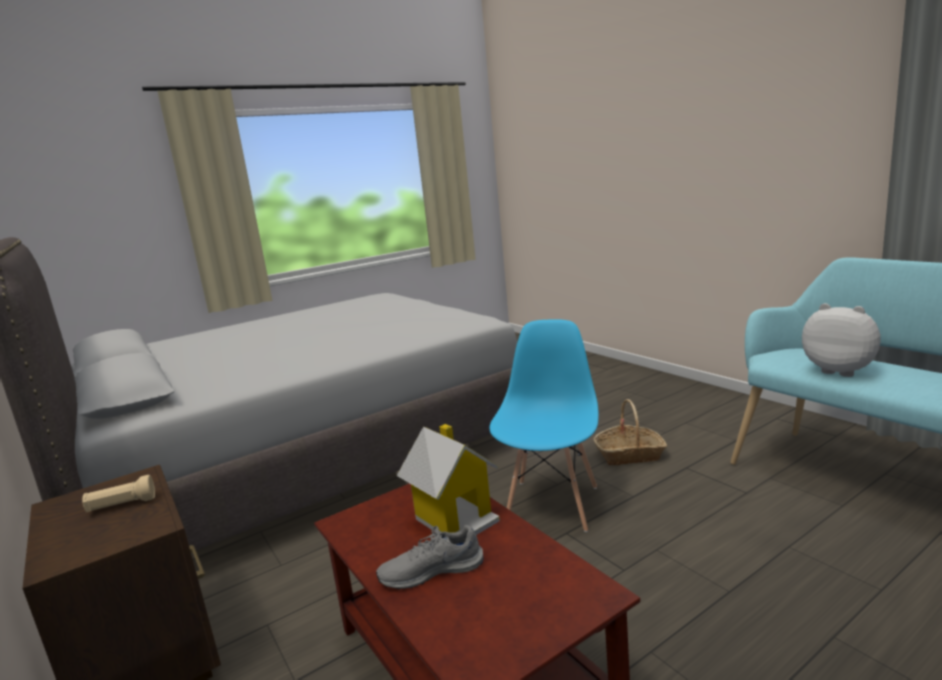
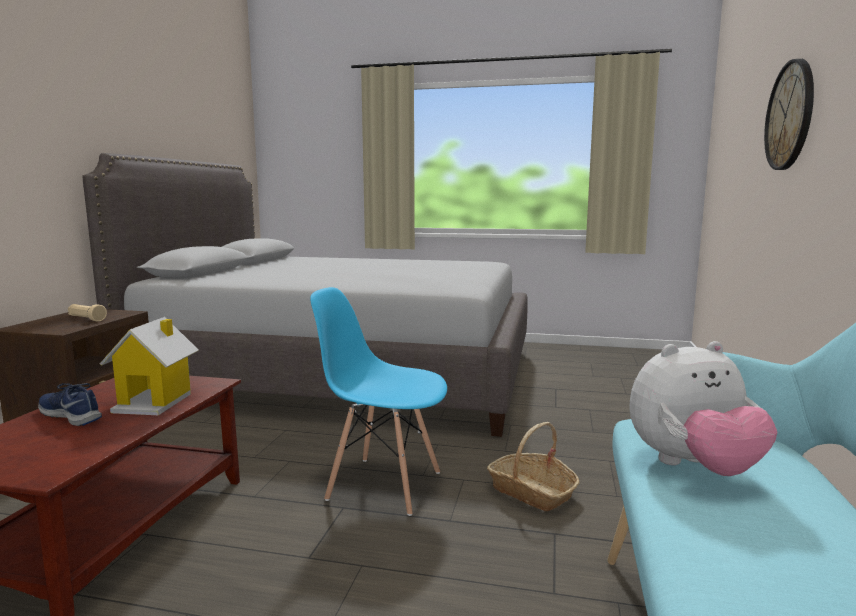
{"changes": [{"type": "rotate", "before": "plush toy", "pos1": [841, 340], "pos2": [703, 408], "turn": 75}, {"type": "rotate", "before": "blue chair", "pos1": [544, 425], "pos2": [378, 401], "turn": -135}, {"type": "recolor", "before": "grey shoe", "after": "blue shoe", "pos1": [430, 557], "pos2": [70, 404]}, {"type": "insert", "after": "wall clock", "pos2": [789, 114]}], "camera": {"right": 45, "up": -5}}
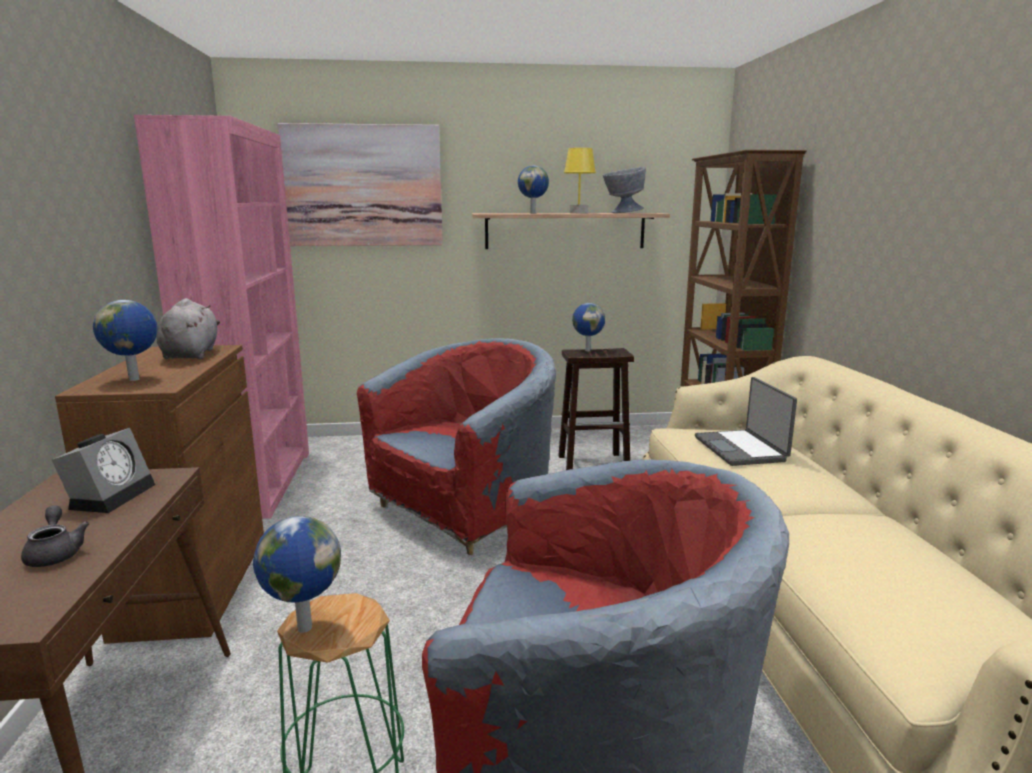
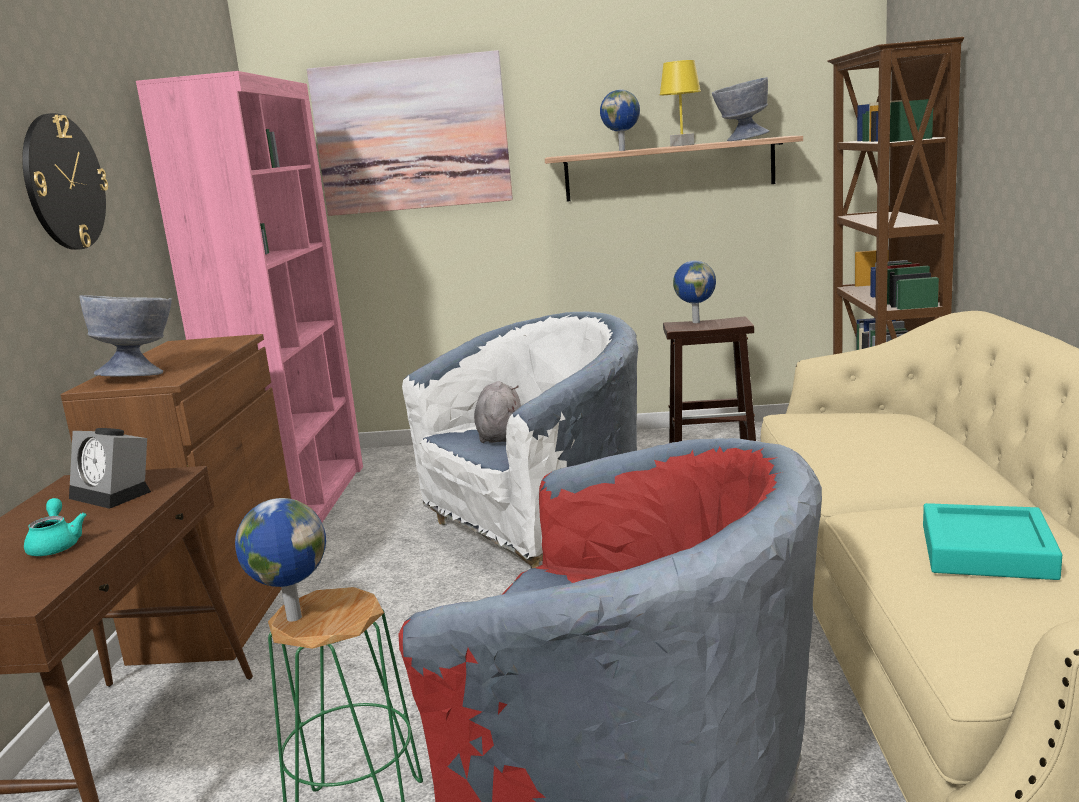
{"changes": [{"type": "move", "before": "grey plush toy", "pos1": [188, 328], "pos2": [497, 412]}, {"type": "replace", "before": "globe", "after": "grey bowl", "pos1": [125, 340], "pos2": [125, 336]}, {"type": "recolor", "before": "red armchair", "after": "white armchair", "pos1": [456, 446], "pos2": [520, 439]}, {"type": "delete", "before": "laptop", "pos1": [746, 421]}, {"type": "rotate", "before": "alarm clock", "pos1": [103, 470], "pos2": [110, 468], "turn": 105}, {"type": "recolor", "before": "grey teapot", "after": "turquoise teapot", "pos1": [55, 536], "pos2": [55, 527]}, {"type": "insert", "after": "wall clock", "pos2": [65, 181]}, {"type": "insert", "after": "turquoise tray", "pos2": [992, 541]}], "camera": {"right": 10, "up": 0}}
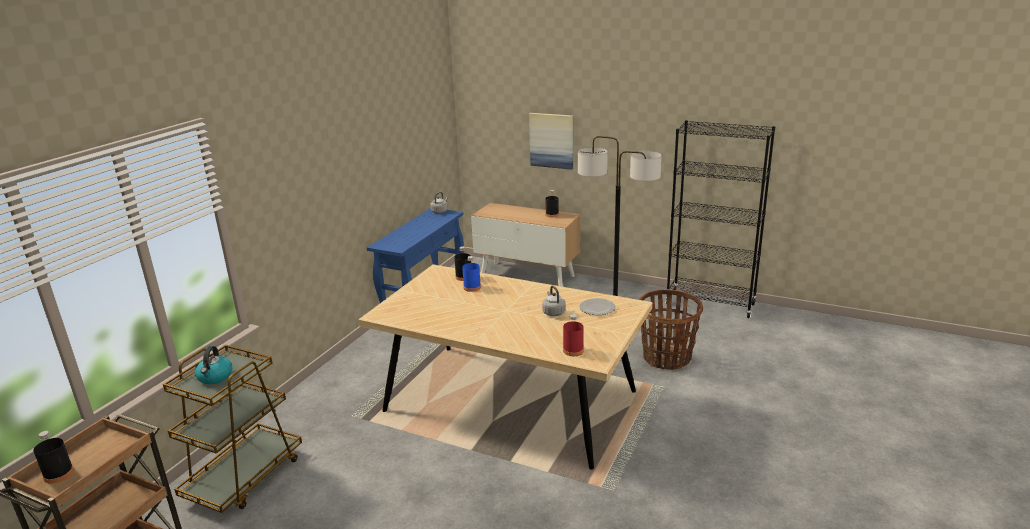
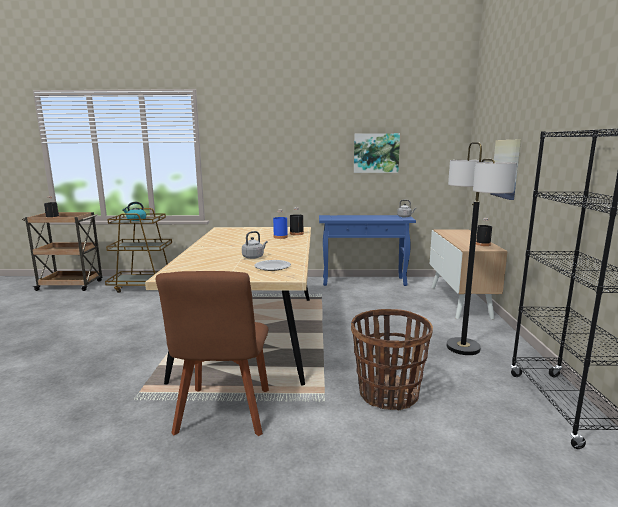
{"changes": [{"type": "delete", "before": "red bottle", "pos1": [573, 335]}, {"type": "insert", "after": "picture", "pos2": [377, 153]}, {"type": "insert", "after": "brown chair", "pos2": [212, 353]}], "camera": {"right": 65, "up": -10}}
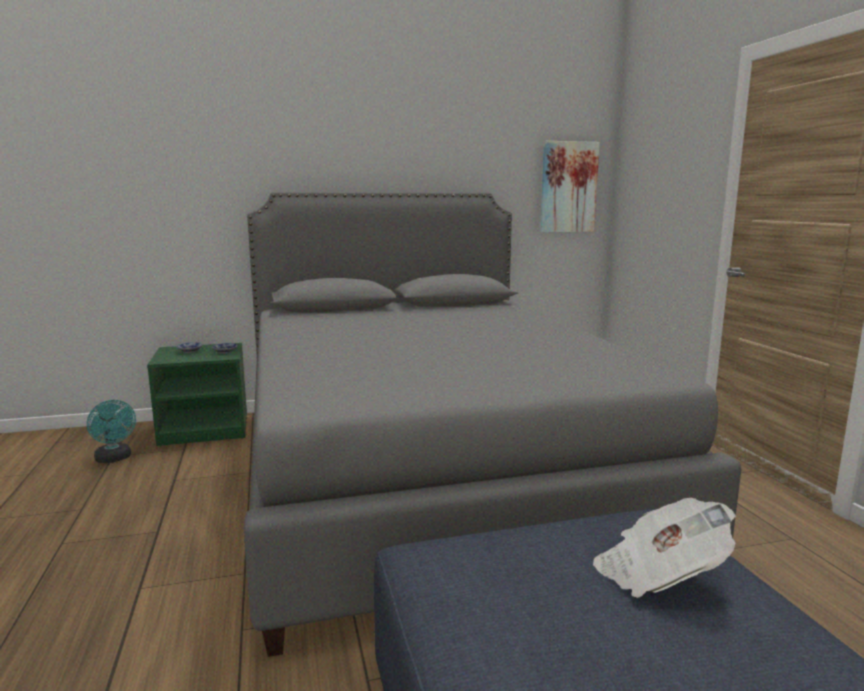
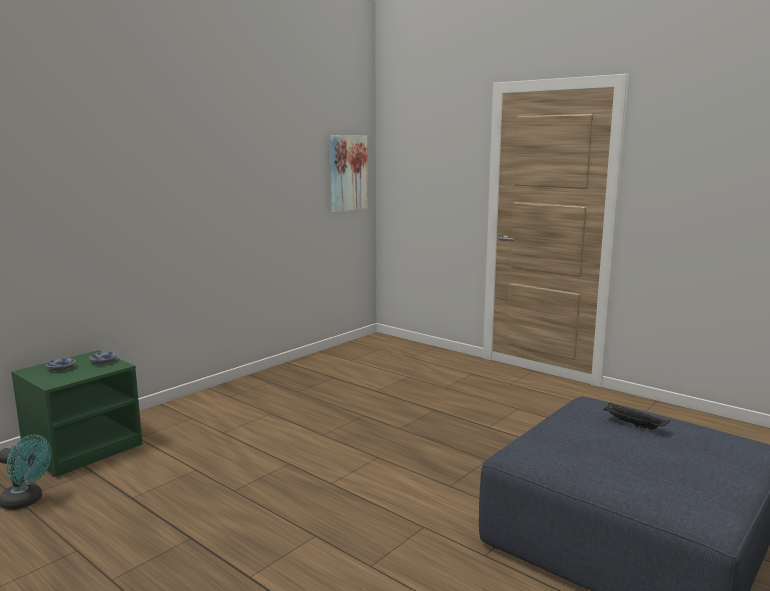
{"changes": [{"type": "delete", "before": "grey bed", "pos1": [492, 424]}, {"type": "replace", "before": "newspaper", "after": "black tray", "pos1": [664, 548], "pos2": [636, 416]}], "camera": {"right": -35, "up": 0}}
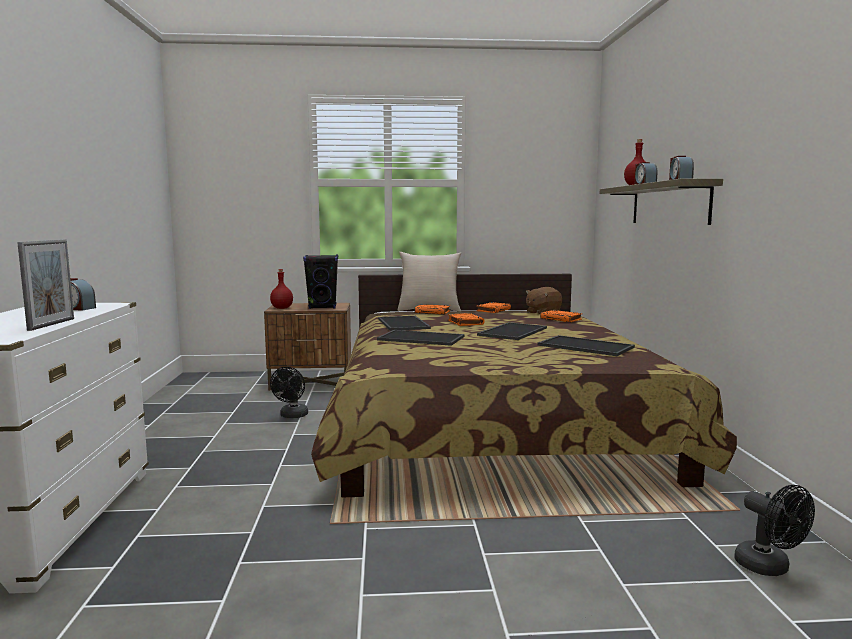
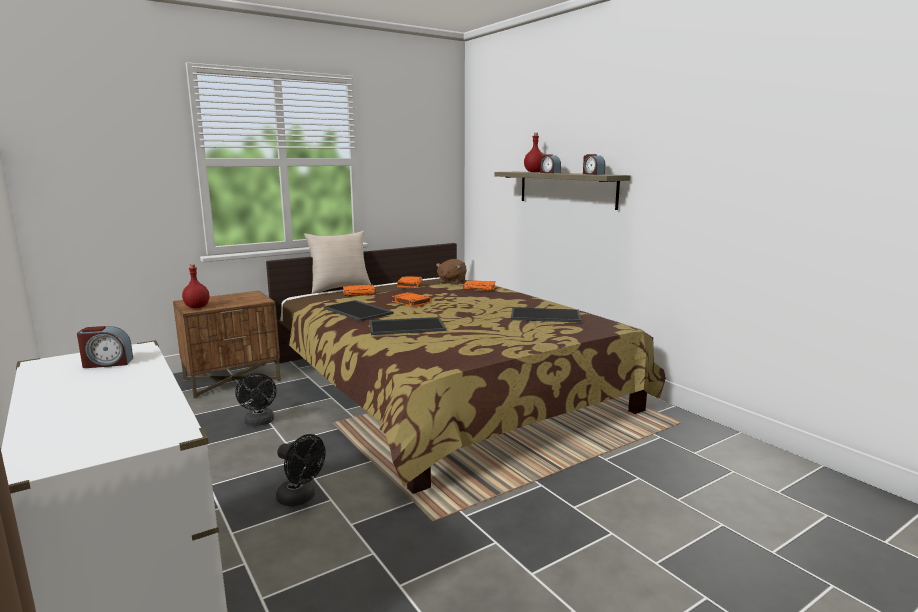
{"changes": [{"type": "delete", "before": "picture frame", "pos1": [45, 285]}, {"type": "delete", "before": "black speaker", "pos1": [320, 282]}, {"type": "delete", "before": "tray", "pos1": [512, 331]}, {"type": "move", "before": "black fan", "pos1": [774, 530], "pos2": [301, 470]}], "camera": {"right": -30, "up": 5}}
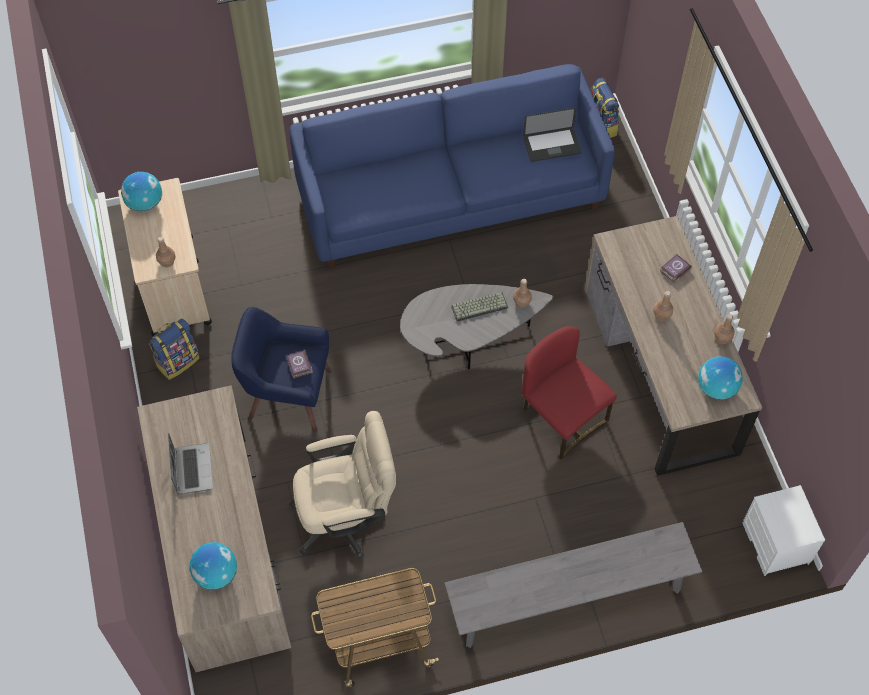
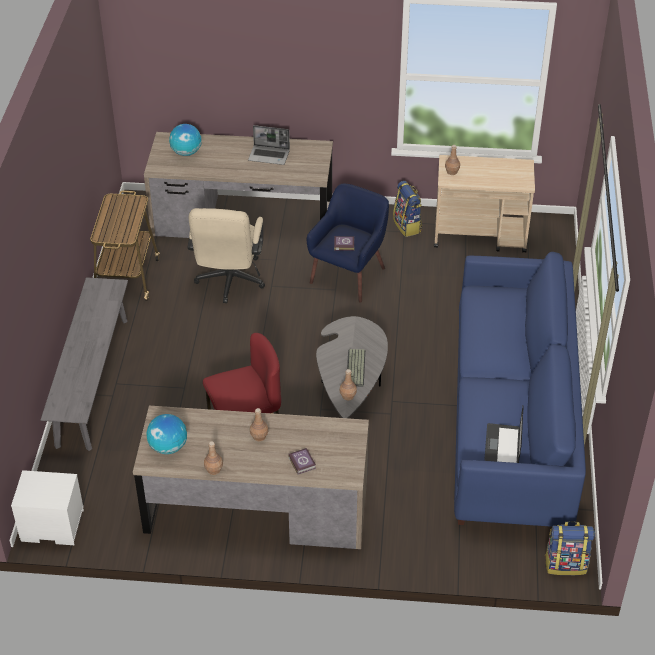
{"changes": [{"type": "delete", "before": "globe", "pos1": [141, 192]}], "camera": {"right": 110, "up": -15}}
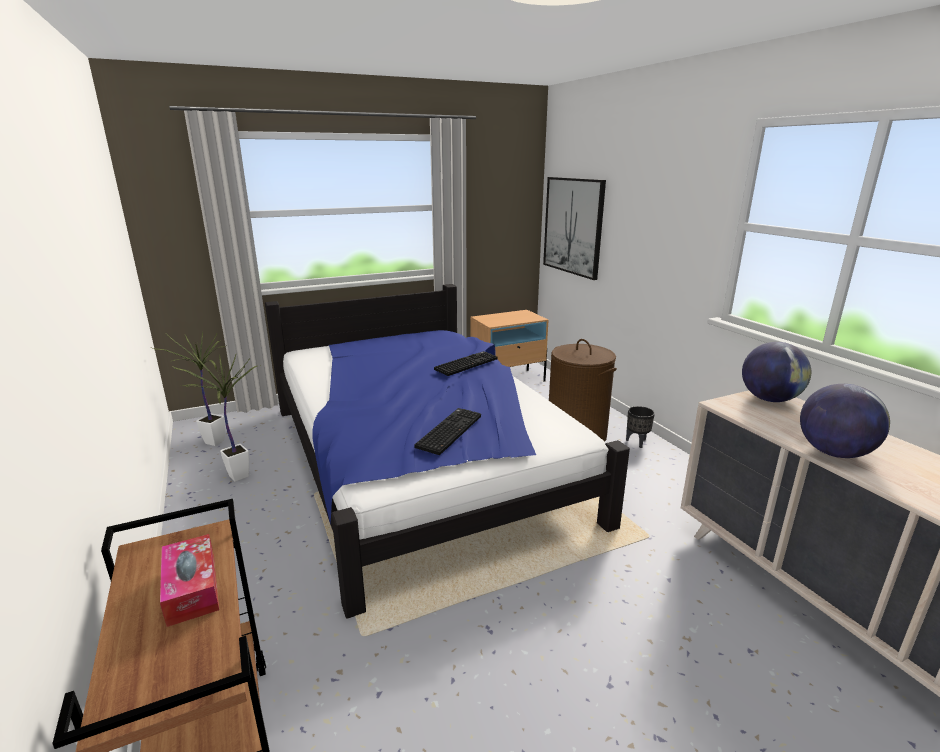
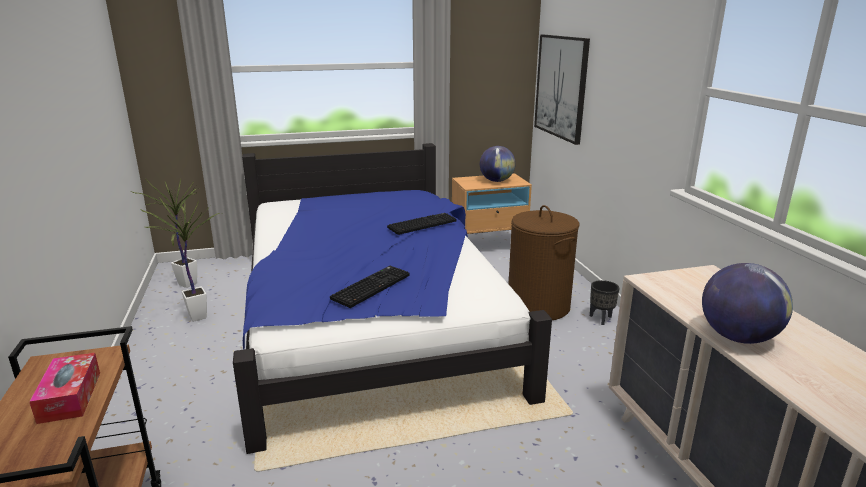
{"changes": [{"type": "move", "before": "globe", "pos1": [776, 372], "pos2": [498, 164]}], "camera": {"right": 10, "up": 0}}
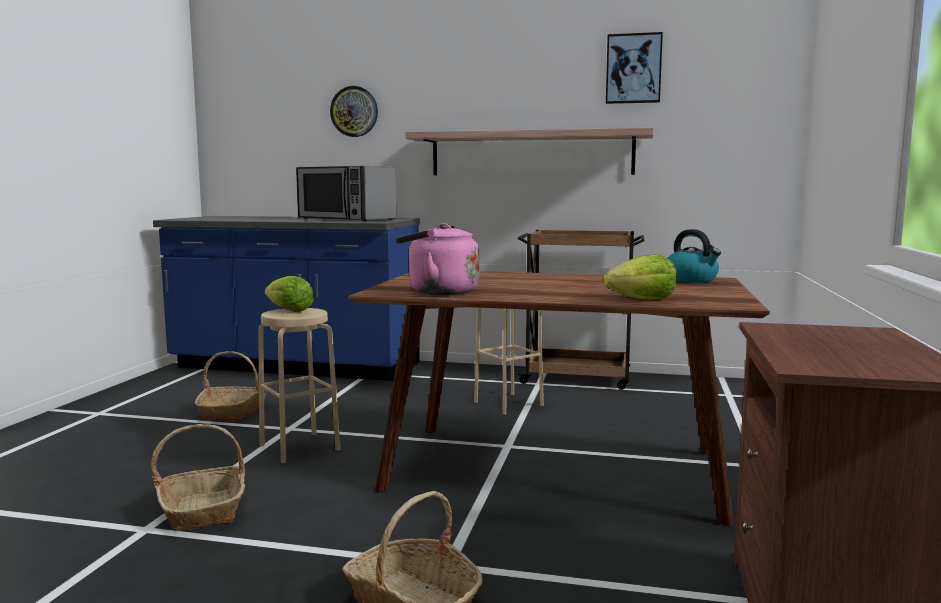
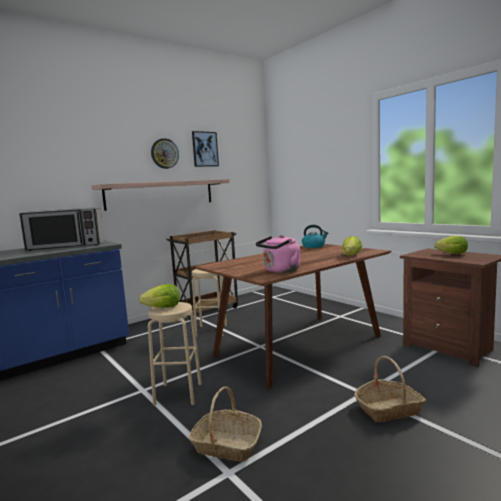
{"changes": [{"type": "move", "before": "wall clock", "pos1": [354, 111], "pos2": [165, 153]}, {"type": "delete", "before": "basket", "pos1": [231, 386]}, {"type": "insert", "after": "lettuce", "pos2": [451, 245]}], "camera": {"right": -50, "up": 0}}
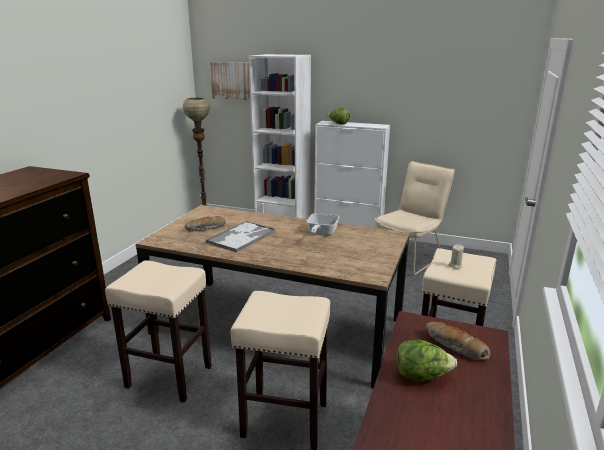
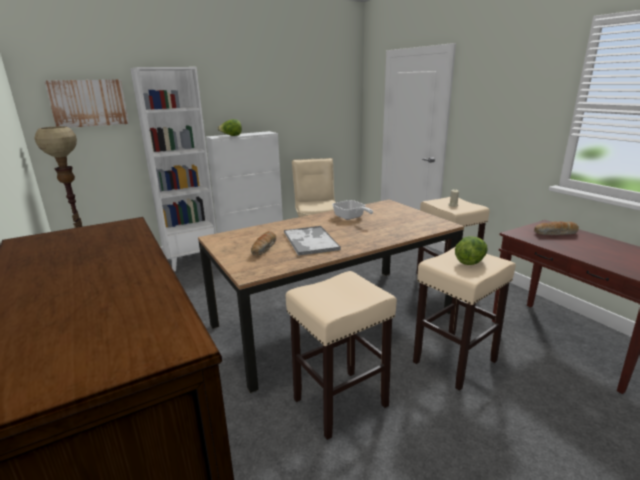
{"changes": [{"type": "move", "before": "lettuce", "pos1": [427, 361], "pos2": [471, 250]}], "camera": {"right": -50, "up": 0}}
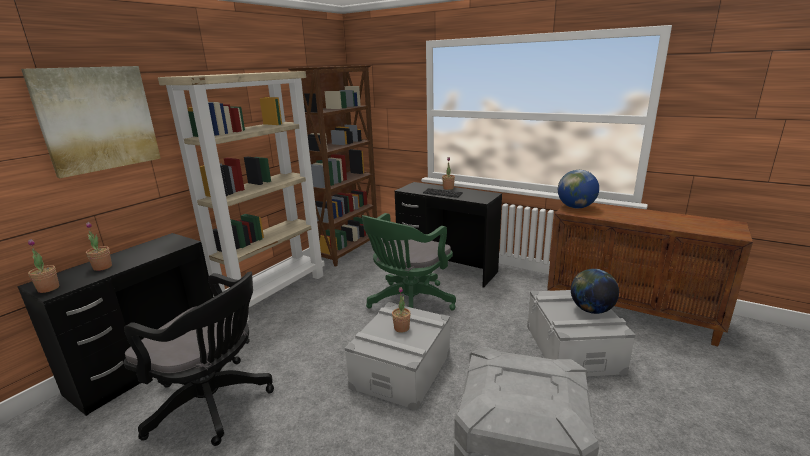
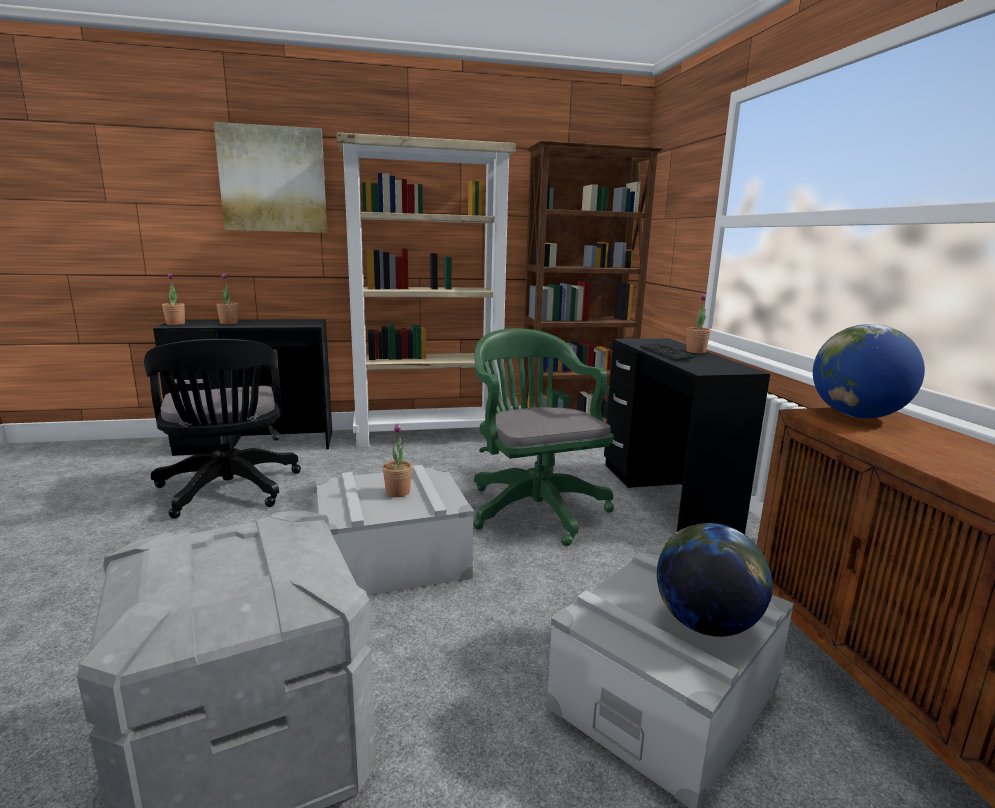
{"changes": [{"type": "rotate", "before": "green office chair", "pos1": [409, 261], "pos2": [543, 437], "turn": 75}], "camera": {"right": 45, "up": -5}}
